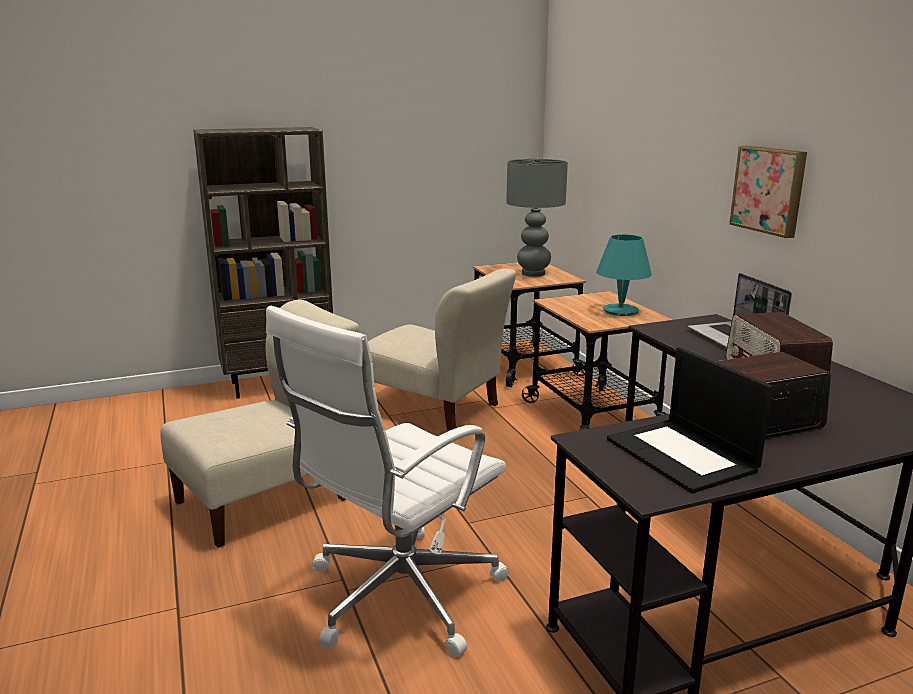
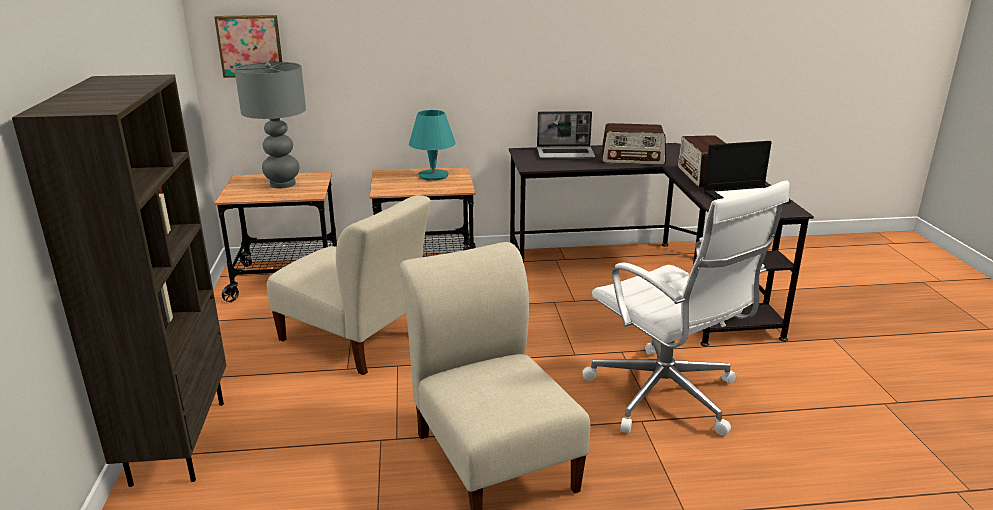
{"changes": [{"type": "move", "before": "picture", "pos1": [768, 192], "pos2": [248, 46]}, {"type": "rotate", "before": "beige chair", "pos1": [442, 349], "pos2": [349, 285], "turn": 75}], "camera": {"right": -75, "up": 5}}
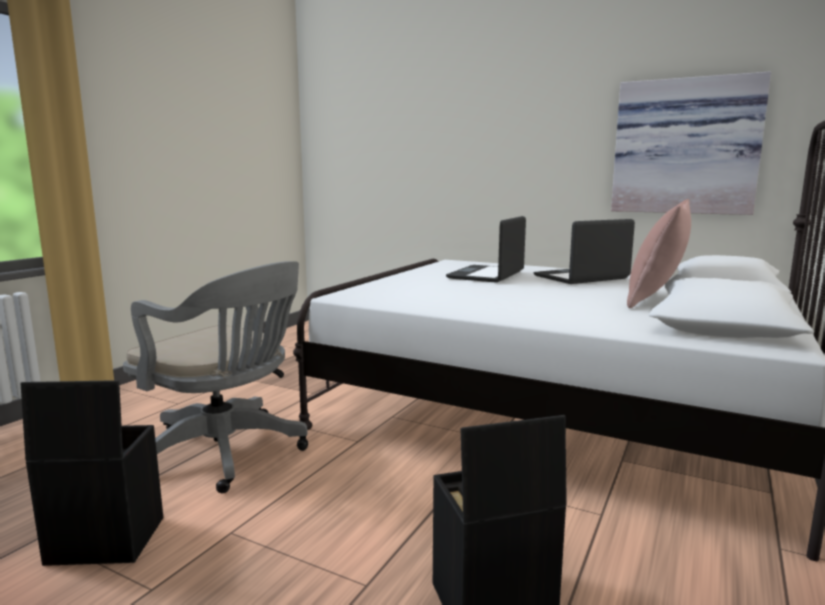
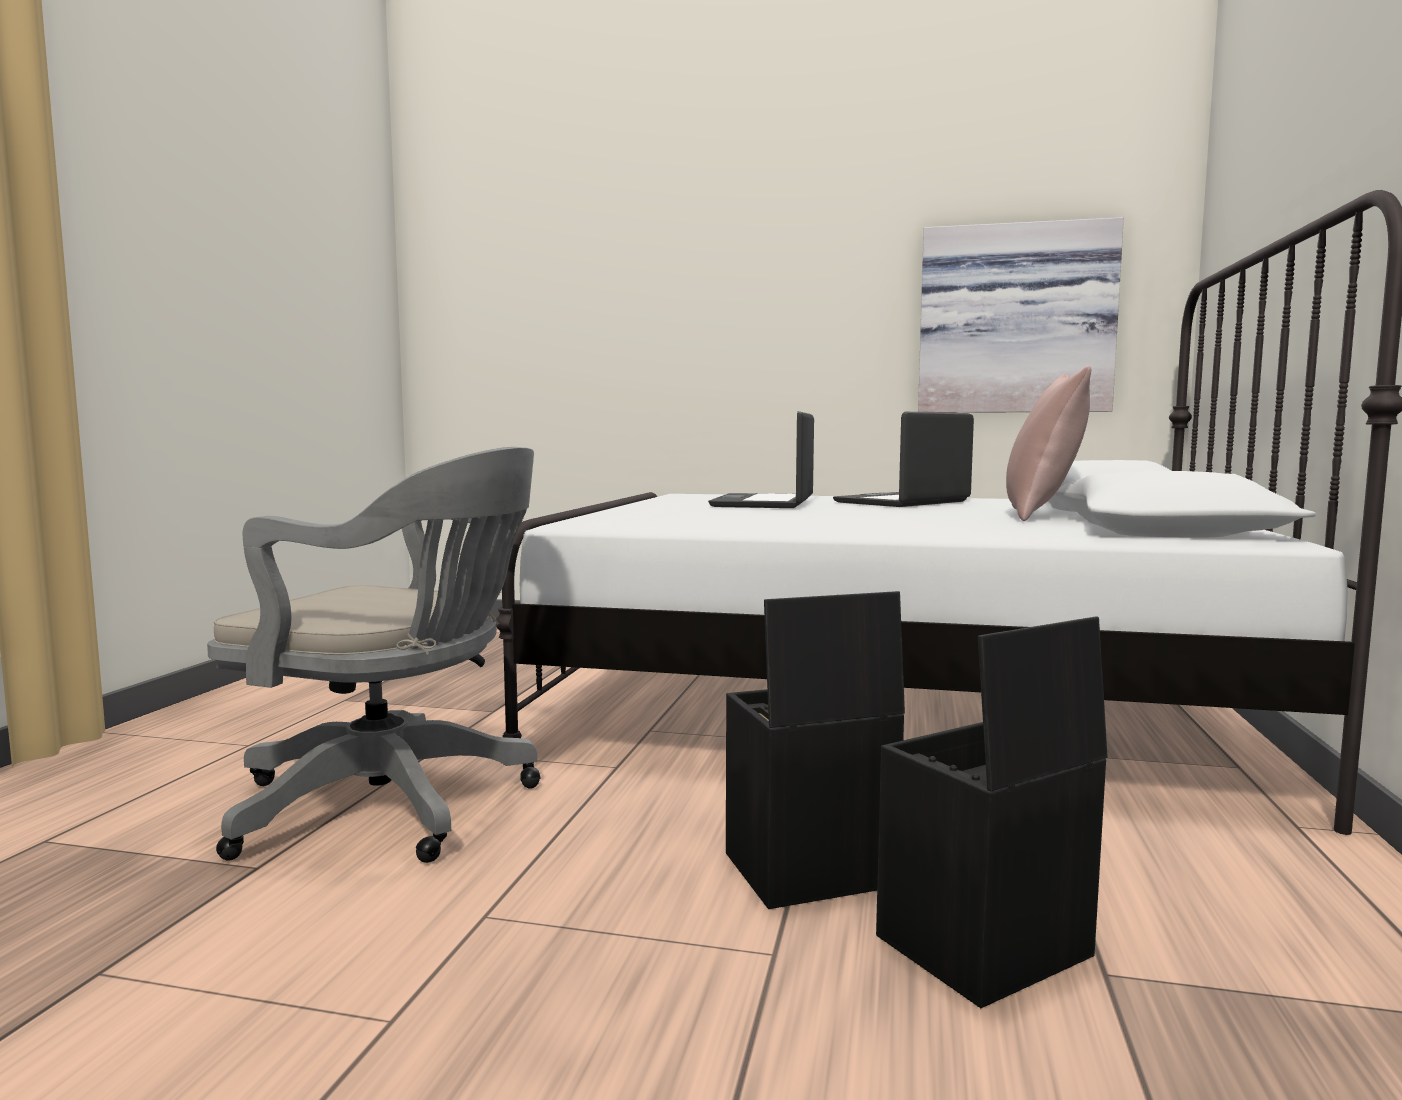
{"changes": [{"type": "move", "before": "black storage box", "pos1": [92, 473], "pos2": [815, 750]}], "camera": {"right": -15, "up": -5}}
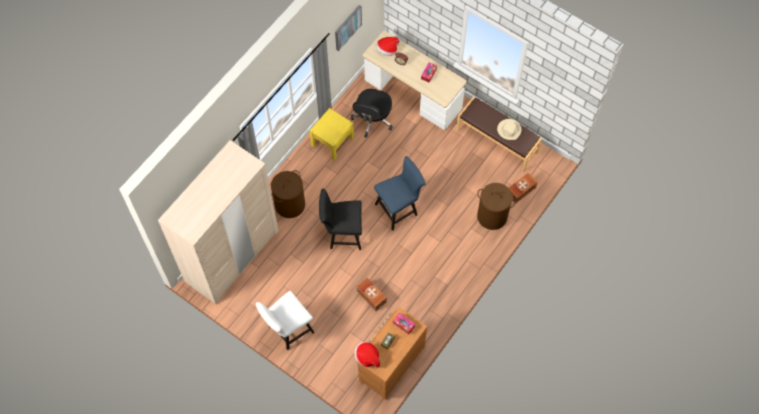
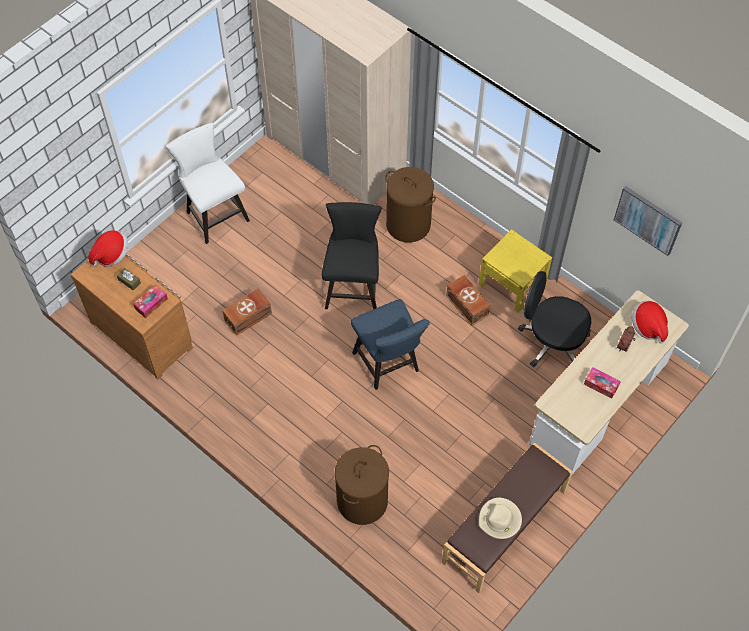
{"changes": [{"type": "move", "before": "brown storage box", "pos1": [523, 188], "pos2": [468, 300]}], "camera": {"right": 95, "up": -5}}
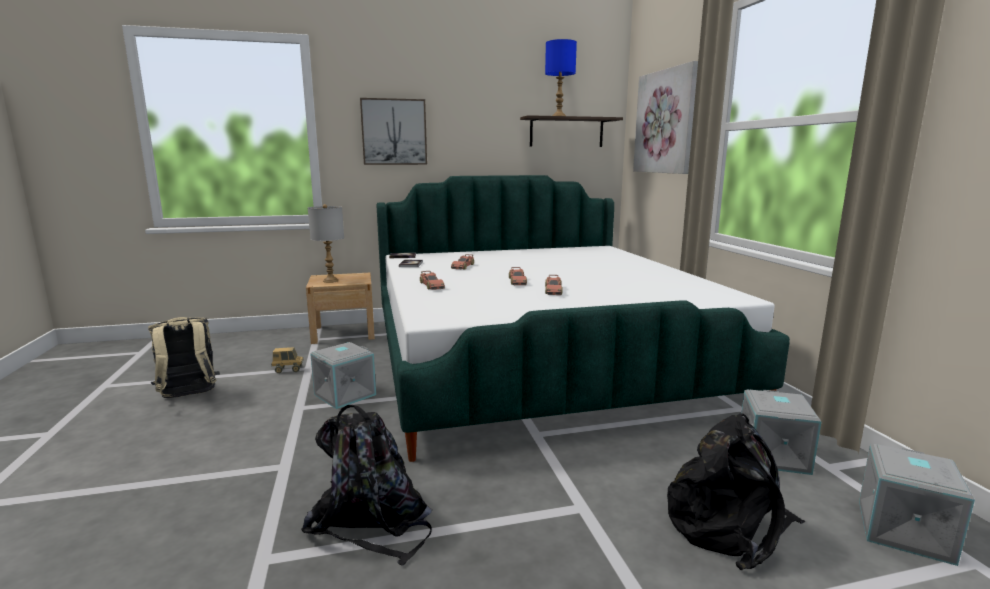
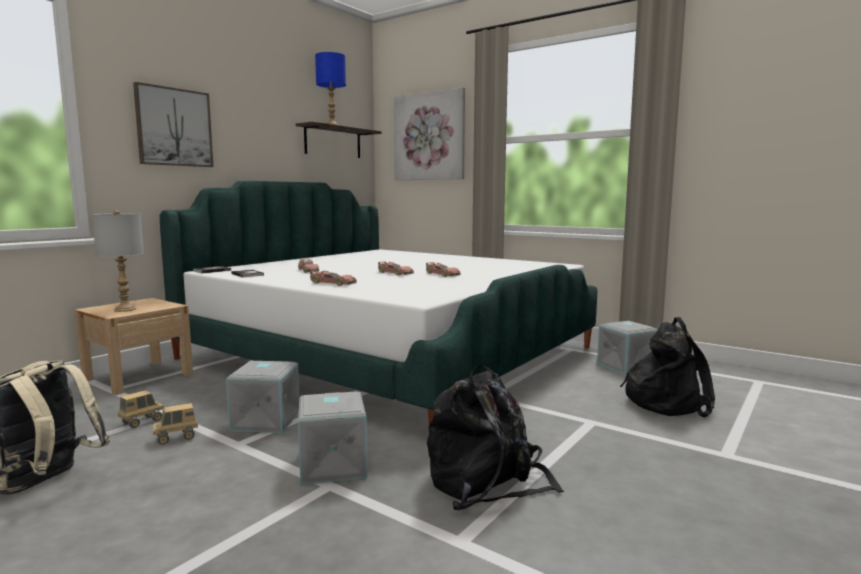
{"changes": [{"type": "move", "before": "grey storage box", "pos1": [917, 505], "pos2": [333, 438]}, {"type": "insert", "after": "toy truck", "pos2": [175, 424]}], "camera": {"right": -40, "up": -5}}
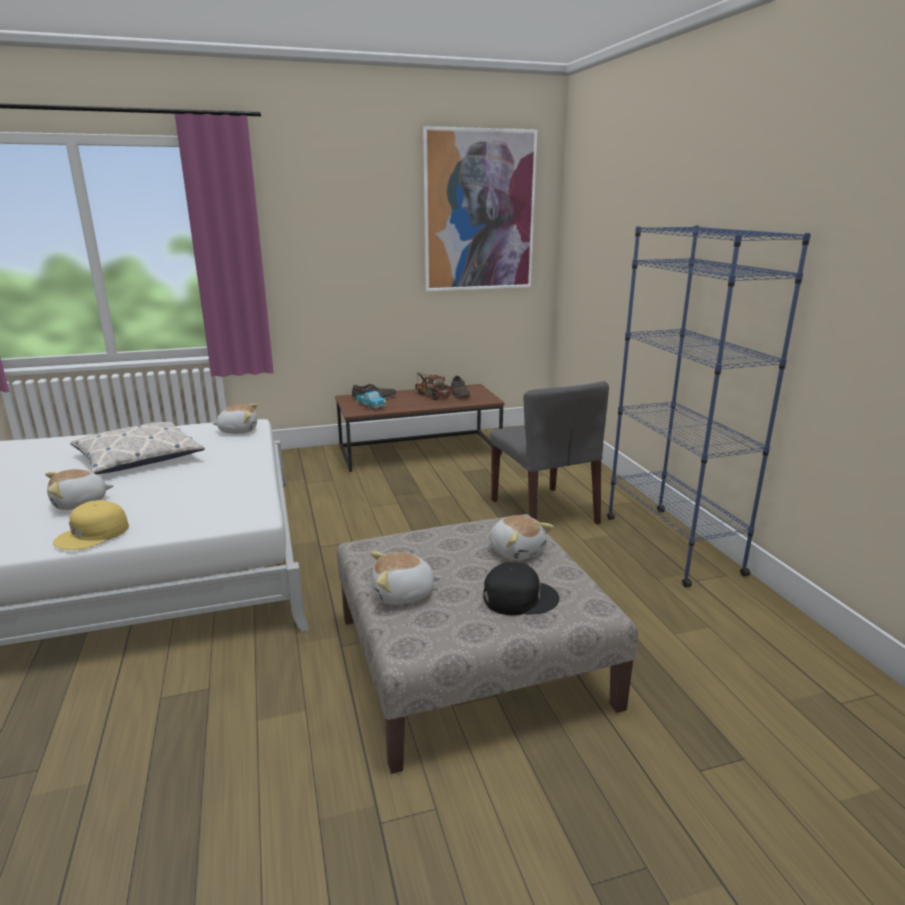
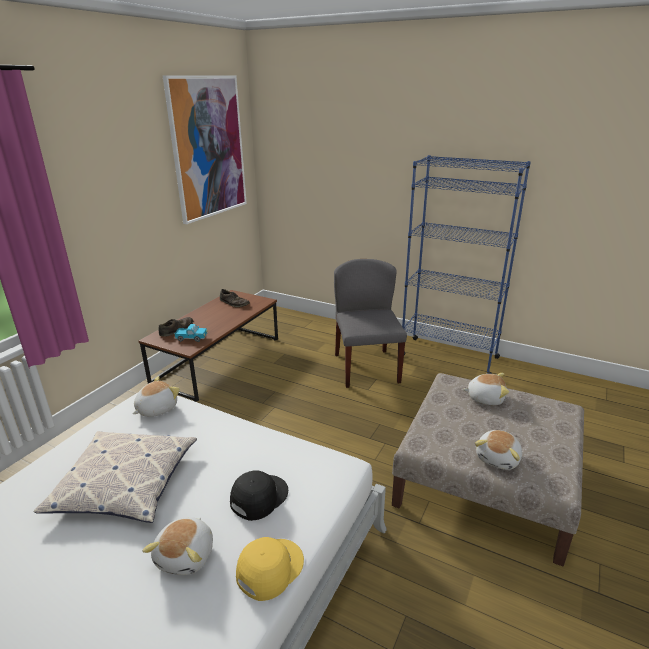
{"changes": [{"type": "delete", "before": "toy truck", "pos1": [433, 386]}, {"type": "rotate", "before": "grey chair", "pos1": [549, 452], "pos2": [370, 323], "turn": -120}, {"type": "rotate", "before": "yellow cap", "pos1": [91, 525], "pos2": [270, 569], "turn": -135}, {"type": "move", "before": "black cap", "pos1": [521, 588], "pos2": [259, 495]}], "camera": {"right": -45, "up": 5}}
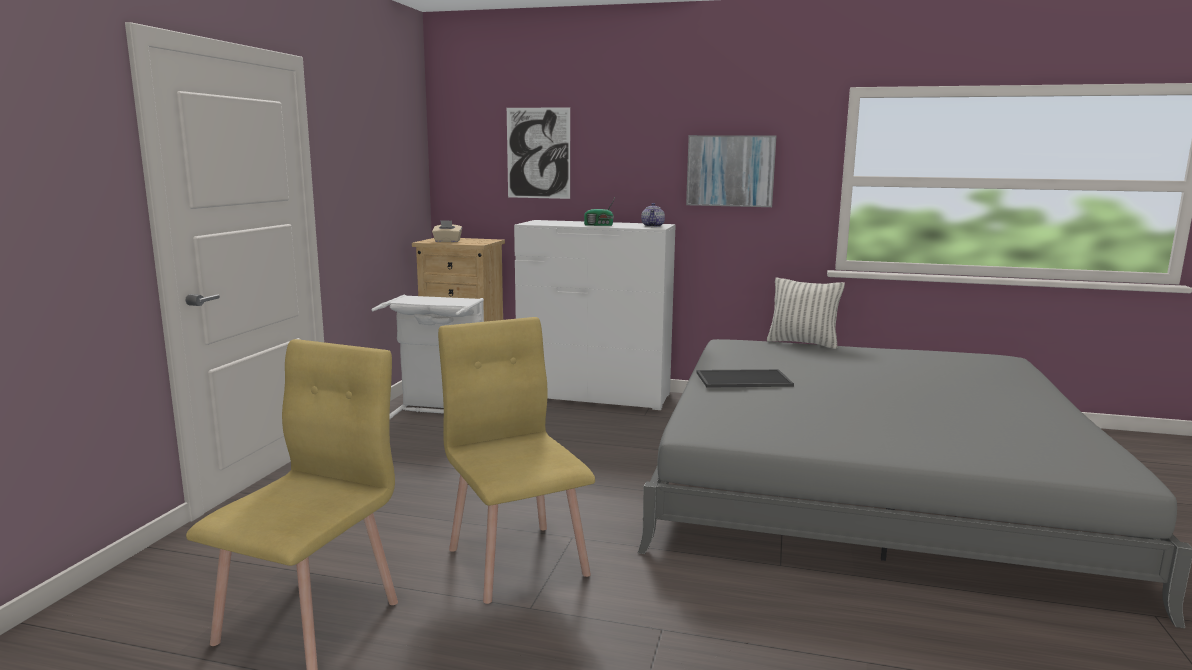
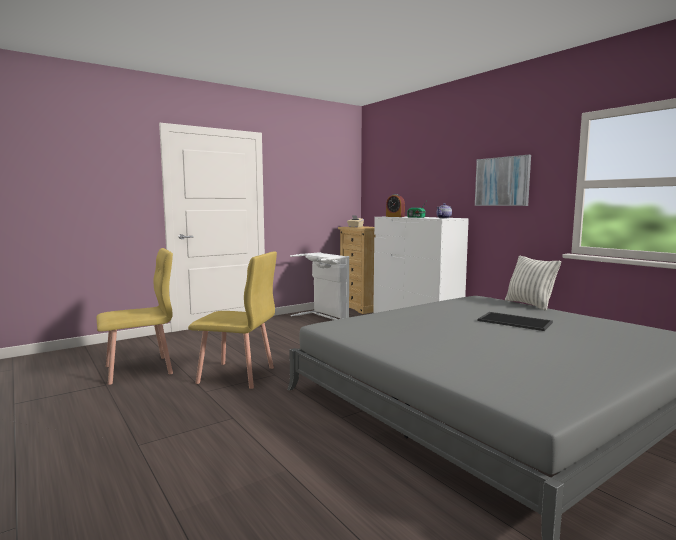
{"changes": [{"type": "delete", "before": "picture", "pos1": [538, 153]}, {"type": "rotate", "before": "yellow chair", "pos1": [516, 460], "pos2": [232, 320], "turn": 90}, {"type": "move", "before": "tray", "pos1": [745, 378], "pos2": [515, 321]}, {"type": "insert", "after": "alarm clock", "pos2": [395, 205]}], "camera": {"right": 40, "up": -5}}
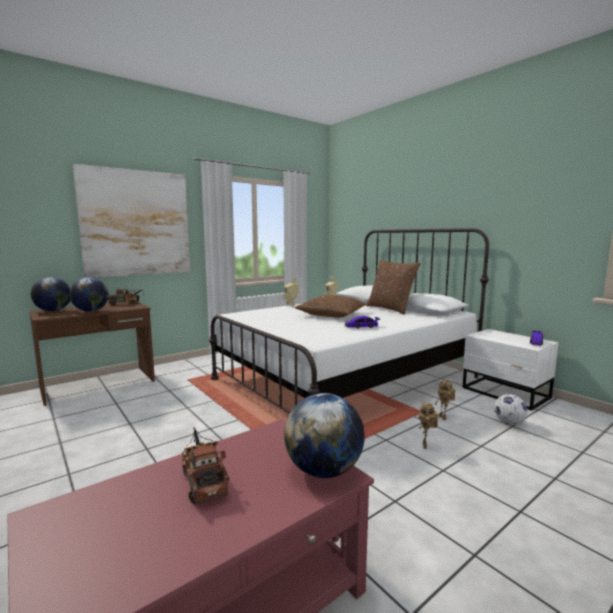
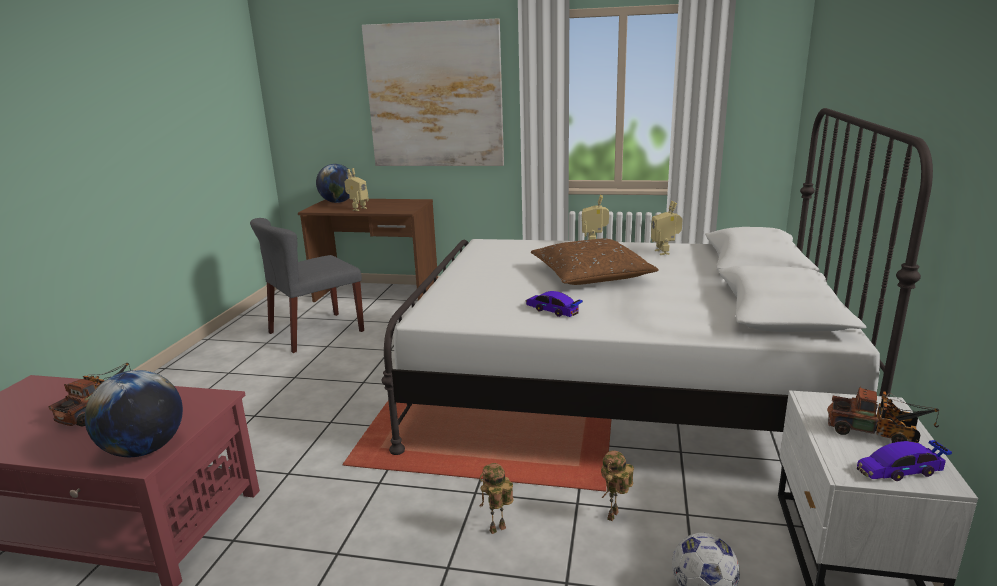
{"changes": [{"type": "delete", "before": "brown pillow", "pos1": [393, 287]}, {"type": "replace", "before": "globe", "after": "toy robot", "pos1": [89, 294], "pos2": [357, 189]}, {"type": "move", "before": "toy truck", "pos1": [126, 297], "pos2": [883, 414]}, {"type": "insert", "after": "grey chair", "pos2": [307, 285]}], "camera": {"right": 50, "up": 10}}
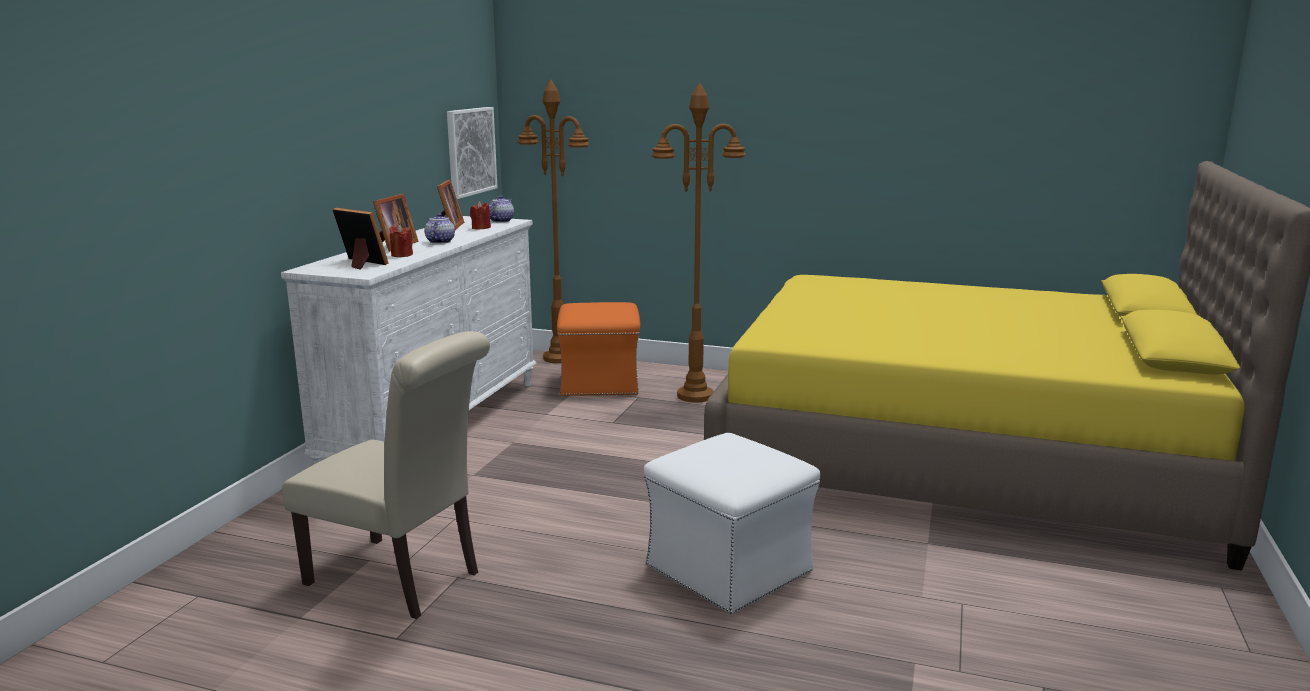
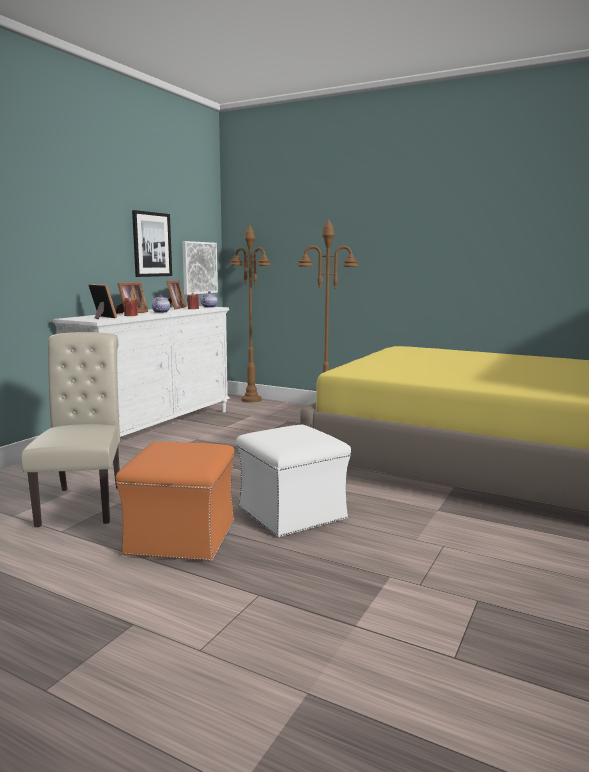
{"changes": [{"type": "move", "before": "orange ottoman", "pos1": [598, 349], "pos2": [175, 502]}, {"type": "rotate", "before": "beige chair", "pos1": [386, 475], "pos2": [70, 429], "turn": -135}, {"type": "insert", "after": "picture", "pos2": [152, 243]}], "camera": {"right": 10, "up": -5}}
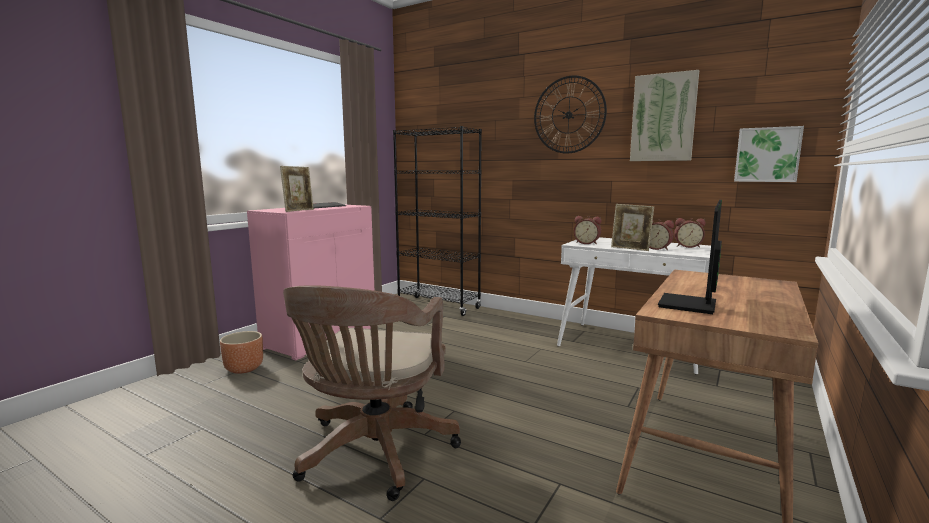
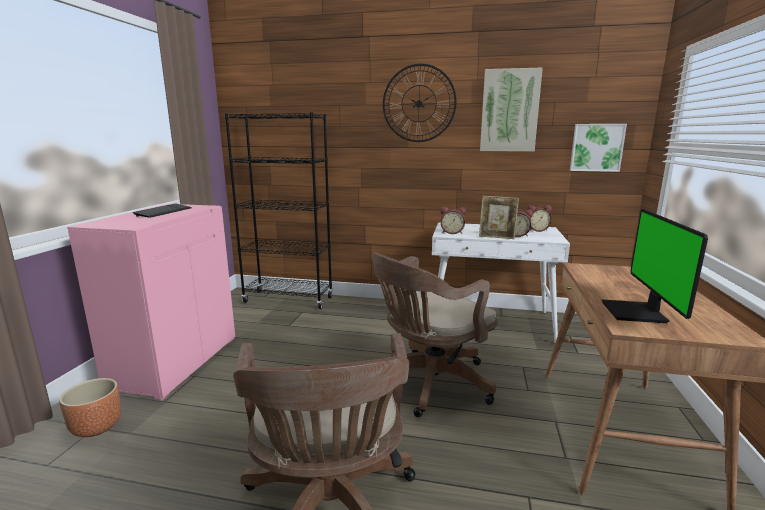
{"changes": [{"type": "delete", "before": "picture frame", "pos1": [297, 189]}, {"type": "insert", "after": "brown office chair", "pos2": [435, 334]}], "camera": {"right": -20, "up": 5}}
